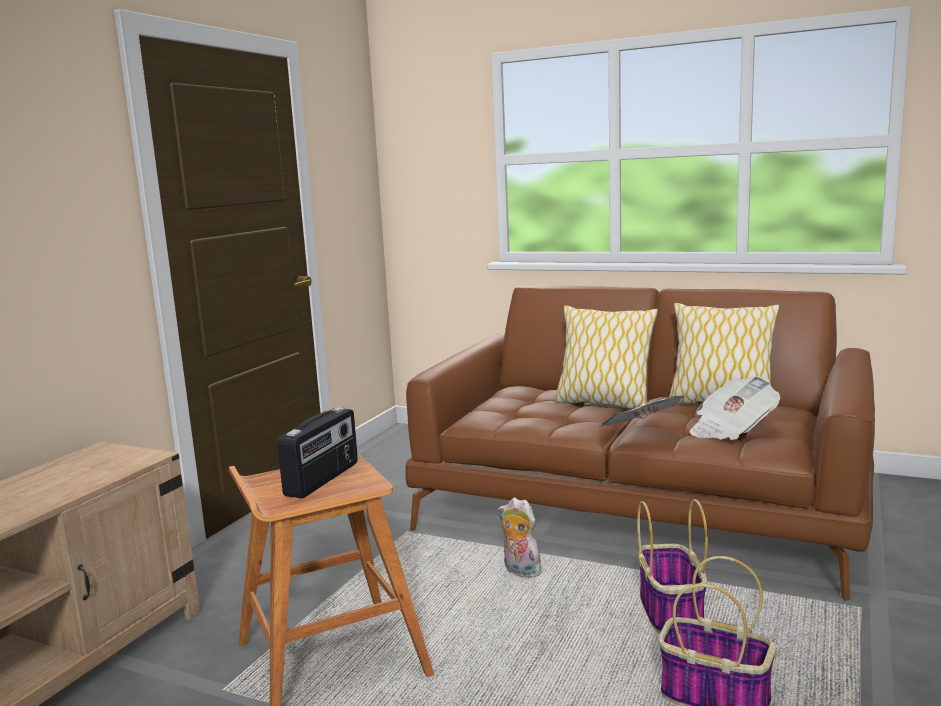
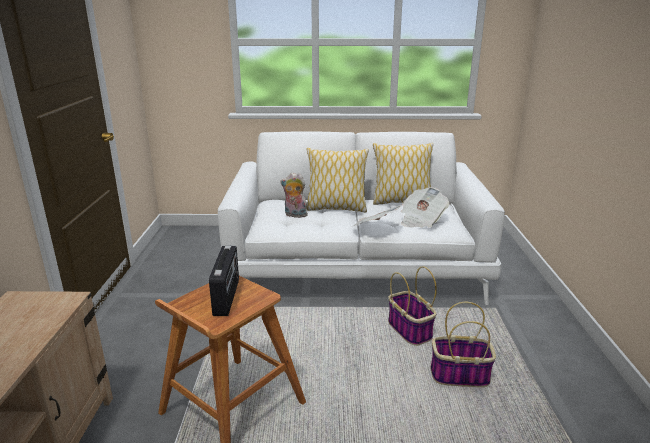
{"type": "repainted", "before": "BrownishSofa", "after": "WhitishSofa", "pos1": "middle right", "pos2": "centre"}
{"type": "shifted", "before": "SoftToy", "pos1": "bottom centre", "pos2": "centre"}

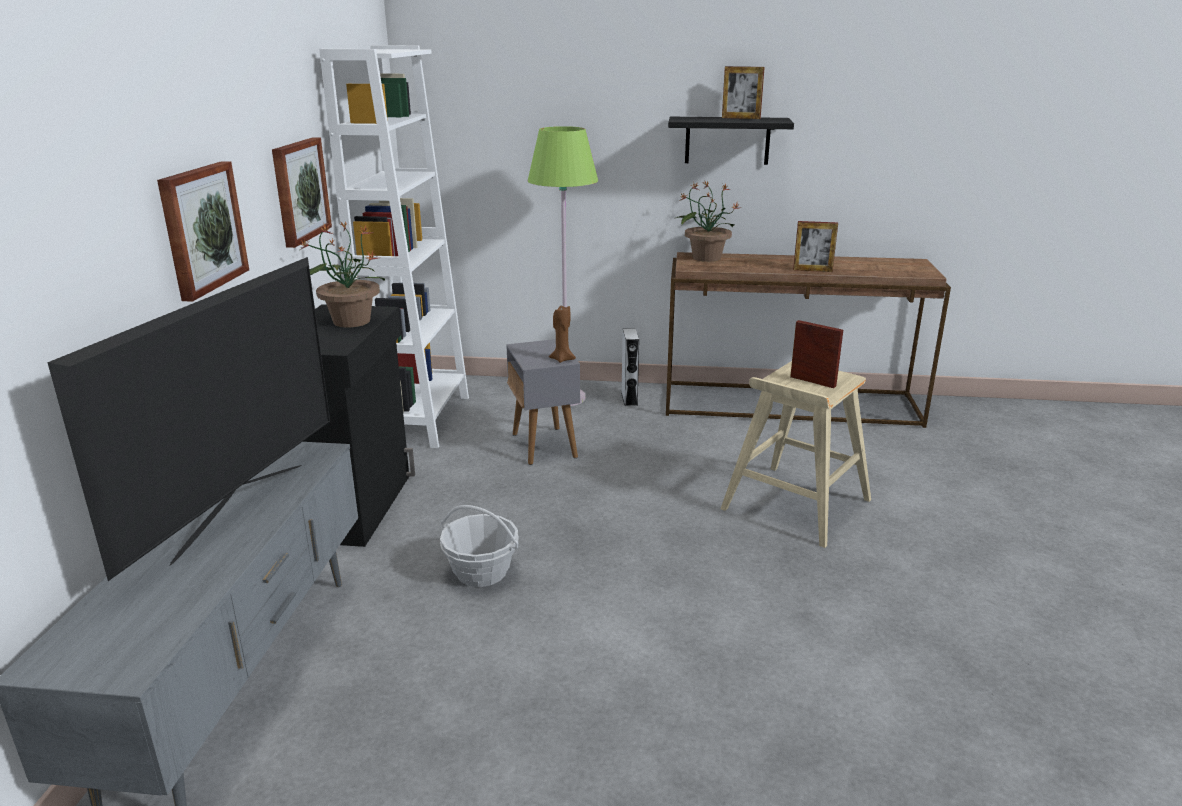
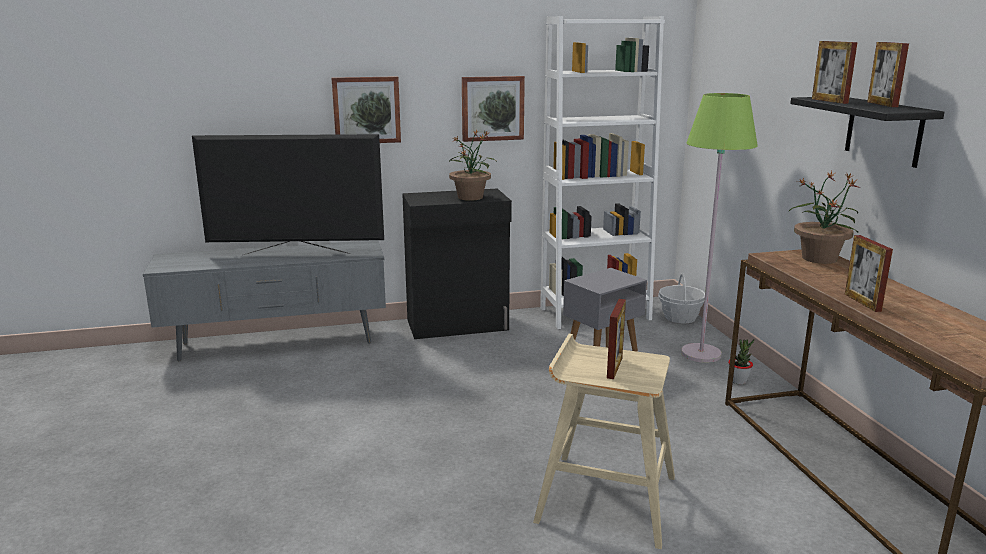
{"type": "gone", "before": "BrownishCandle", "pos1": "centre"}
{"type": "swapped", "before": "GrayAudioSpeaker", "after": "PlantInAPot (no. 2 from left)", "pos1": "centre", "pos2": "middle right"}
{"type": "shifted", "before": "HouseholdBasket", "pos1": "bottom centre", "pos2": "middle right"}
{"type": "new", "after": "PhotoFrame (no. 2 from left)", "pos2": "top right"}

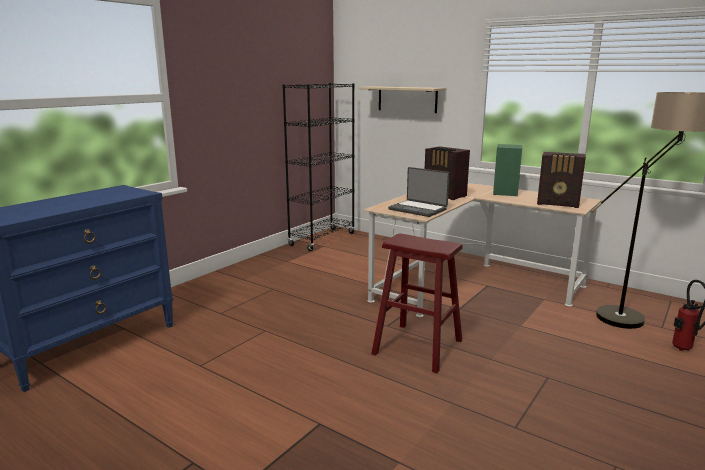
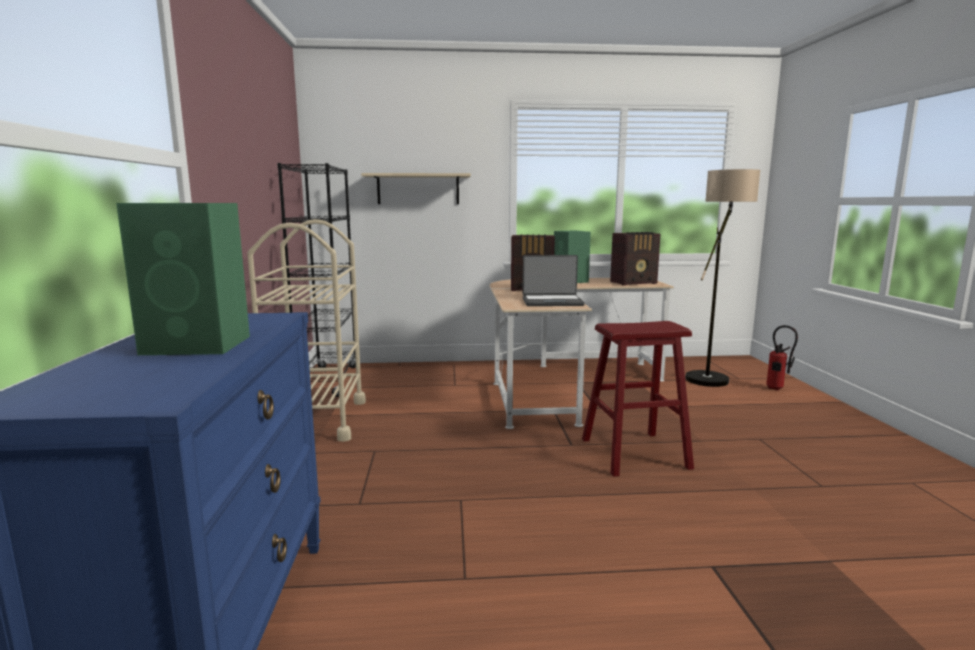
{"type": "new", "after": "GreenishAudioSpeaker (no. 1 from left)", "pos2": "middle left"}
{"type": "new", "after": "SandColouredCart", "pos2": "middle left"}

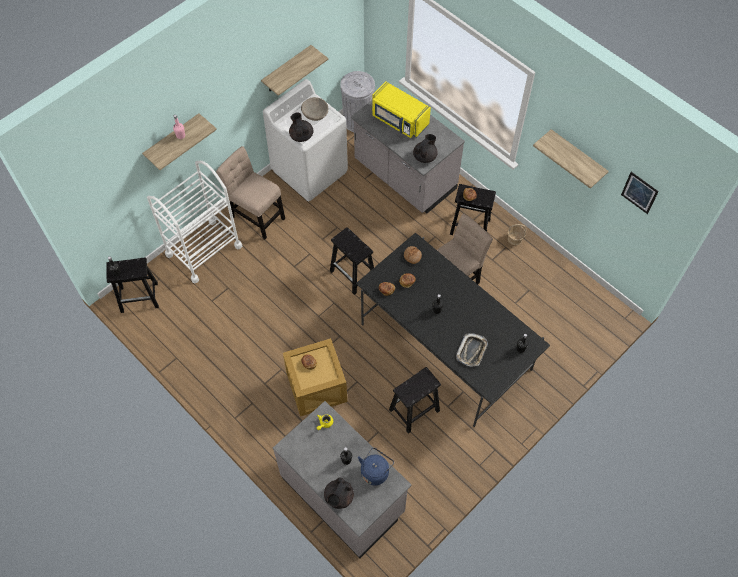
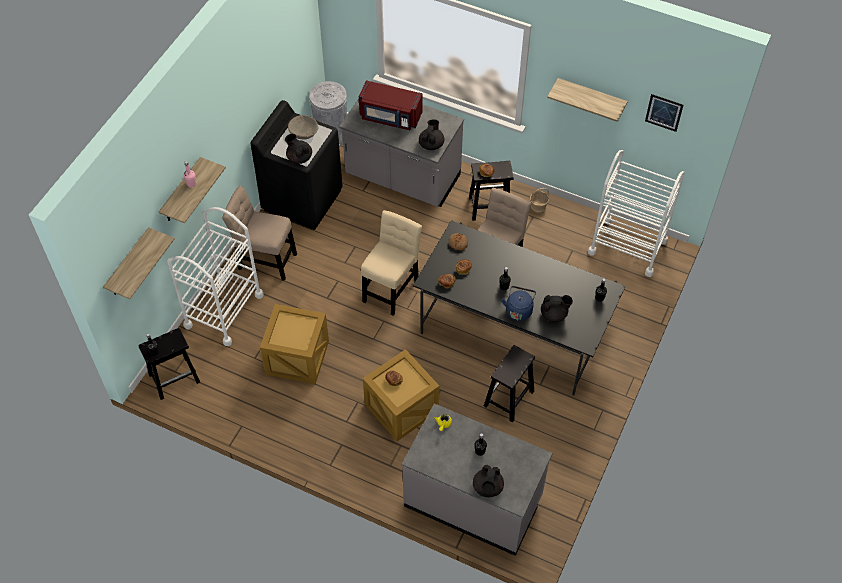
{"type": "shifted", "before": "BracketShelf (no. 2 from left in the first image)", "after": "BracketShelf (no. 1 from left)", "pos1": "top centre", "pos2": "middle left"}
{"type": "repainted", "before": "WhitishLaundryAppliance", "after": "BlackLaundryAppliance", "pos1": "top centre", "pos2": "top centre"}
{"type": "repainted", "before": "YellowMicrowave", "after": "RedMicrowave", "pos1": "top centre", "pos2": "top centre"}
{"type": "swapped", "before": "BlackSittingStool (no. 2 from left)", "after": "SandColouredChair (no. 2 from left)", "pos1": "centre", "pos2": "centre"}
{"type": "swapped", "before": "CarryingTray", "after": "BlackTeapot (no. 4 from left)", "pos1": "centre", "pos2": "centre"}
{"type": "shifted", "before": "BlueKettle", "pos1": "bottom centre", "pos2": "centre"}
{"type": "new", "after": "WhitishCart (no. 2 from left)", "pos2": "middle right"}
{"type": "new", "after": "PackingCrate (no. 1 from left)", "pos2": "centre"}

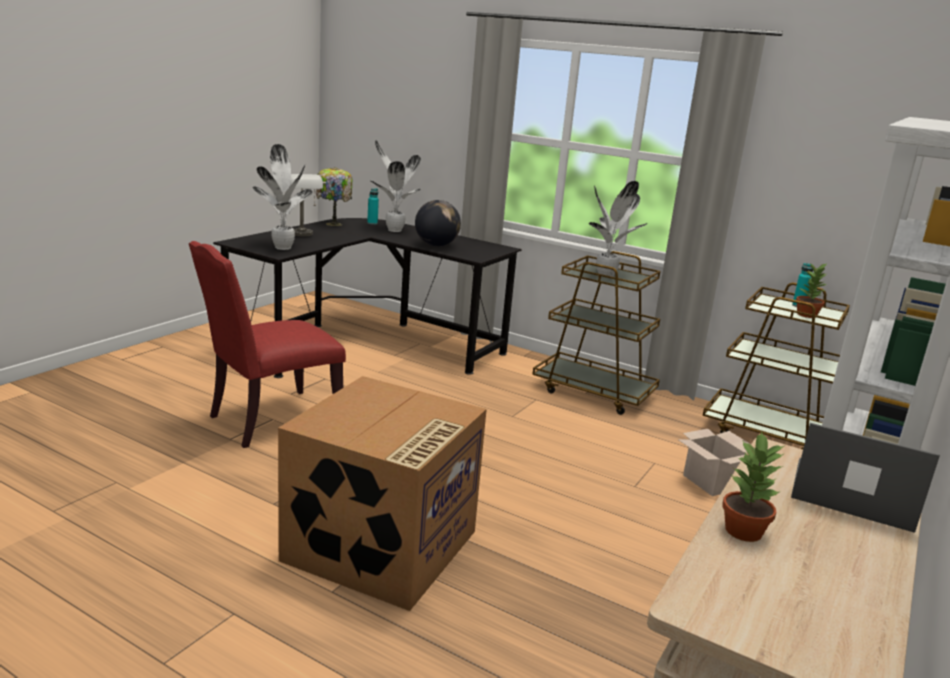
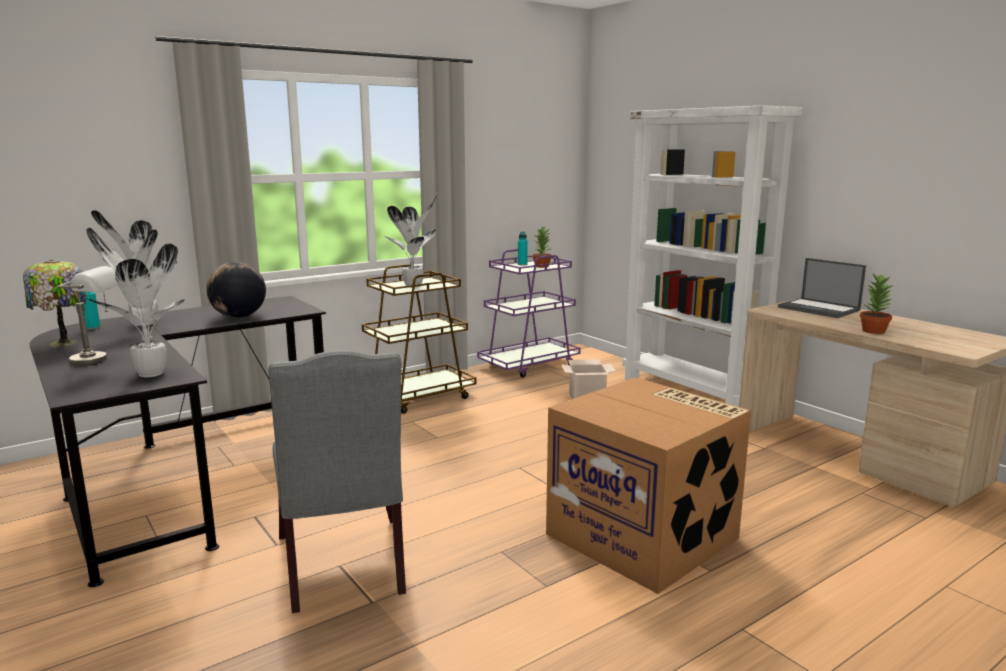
{"type": "repainted", "before": "RedChair", "after": "GrayChair", "pos1": "middle left", "pos2": "bottom centre"}
{"type": "repainted", "before": "BrownishCart (no. 2 from left)", "after": "PurpleColouredCart", "pos1": "middle right", "pos2": "centre"}
{"type": "rotated", "before": "Laptop", "pos1": "bottom right", "pos2": "middle right", "turn": -90}

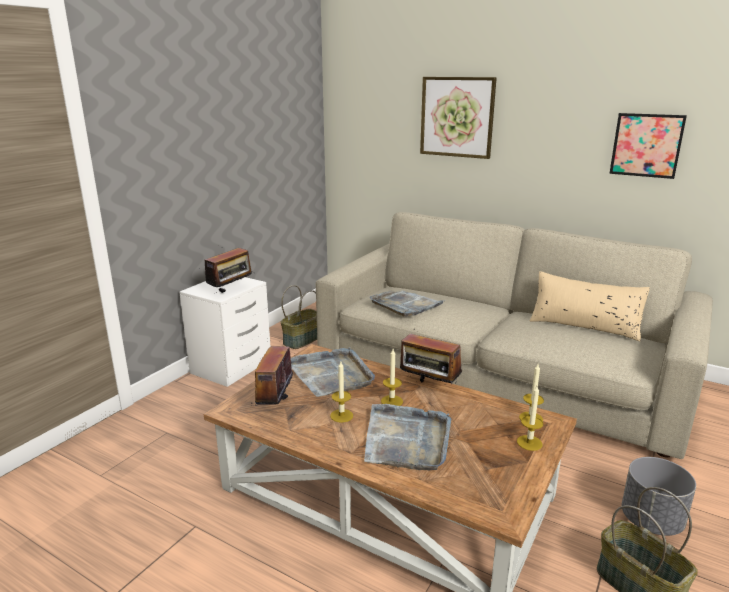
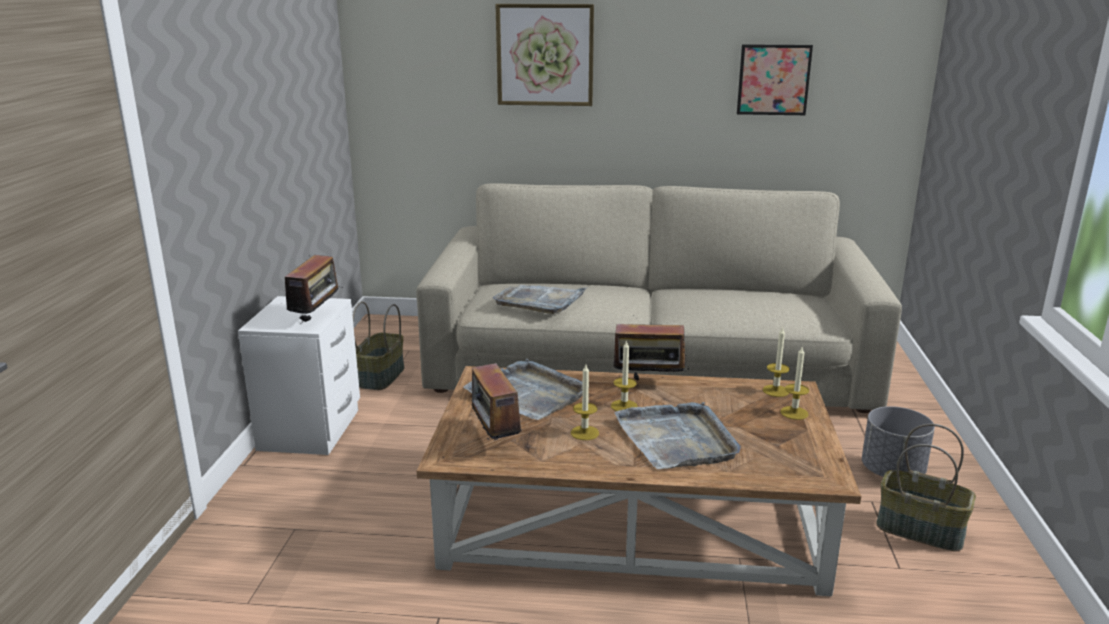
{"type": "gone", "before": "SandColouredCushion", "pos1": "middle right"}

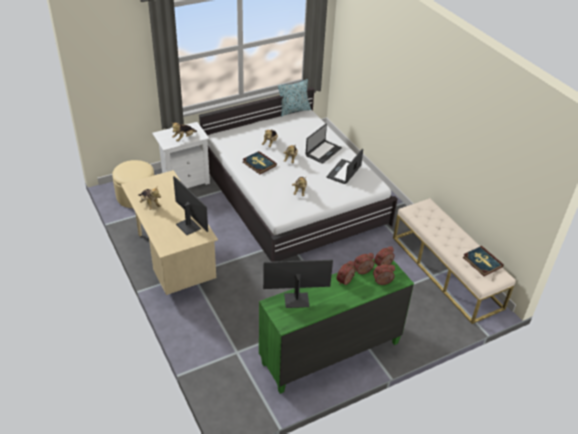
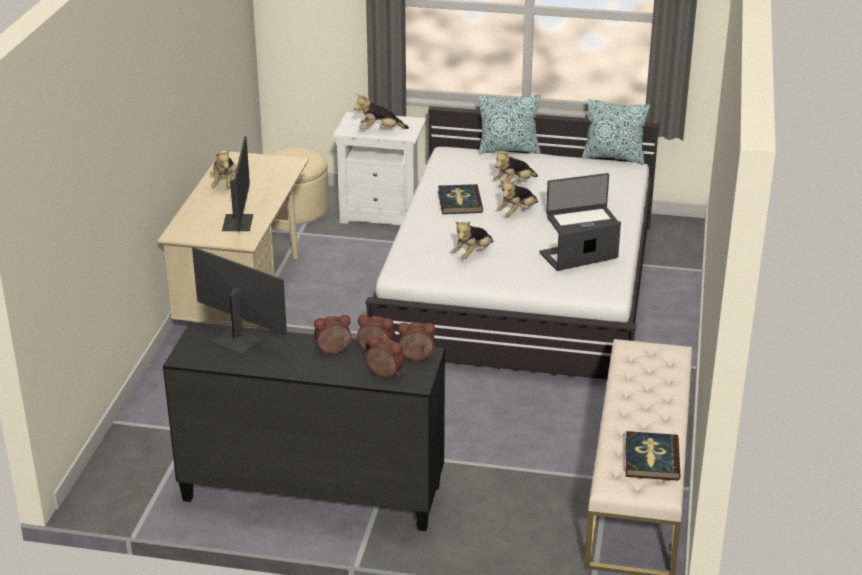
{"type": "repainted", "before": "GreenishDresser", "after": "BlackDresser", "pos1": "bottom centre", "pos2": "bottom centre"}
{"type": "new", "after": "Cushion (no. 1 from left)", "pos2": "top centre"}

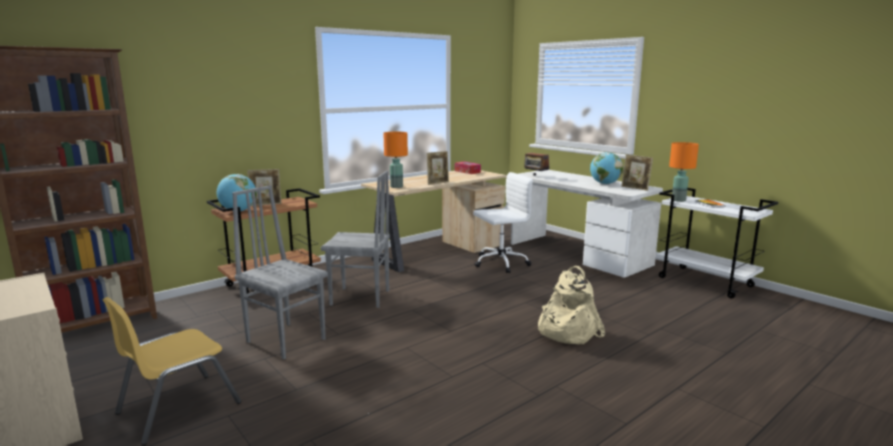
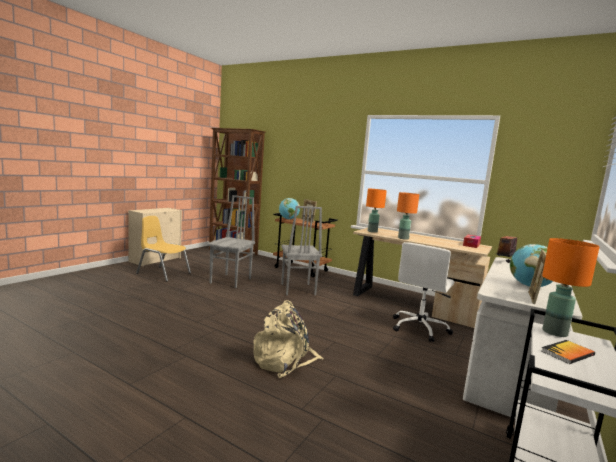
{"type": "swapped", "before": "PhotoFrame (no. 2 from left)", "after": "OrangeyLampForATable (no. 2 from left)", "pos1": "centre", "pos2": "centre"}
{"type": "rotated", "before": "WhitishOfficeChair", "pos1": "centre", "pos2": "middle right", "turn": 75}

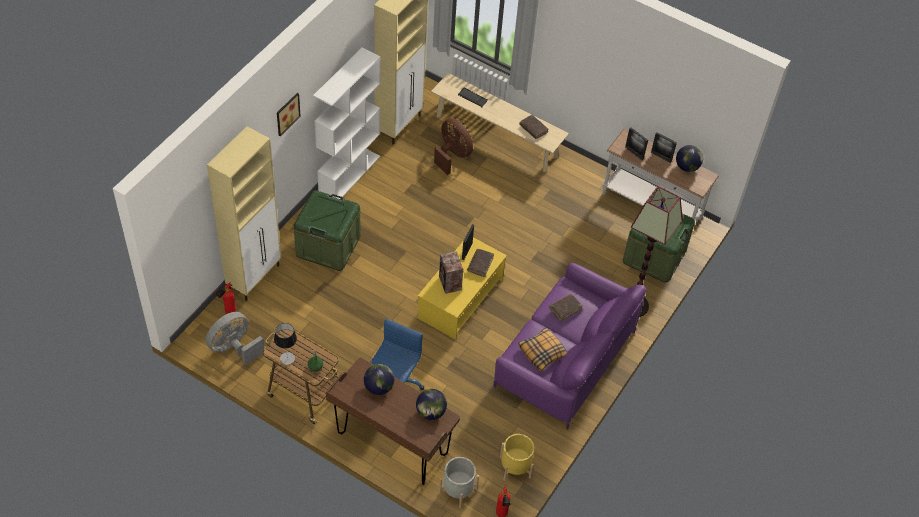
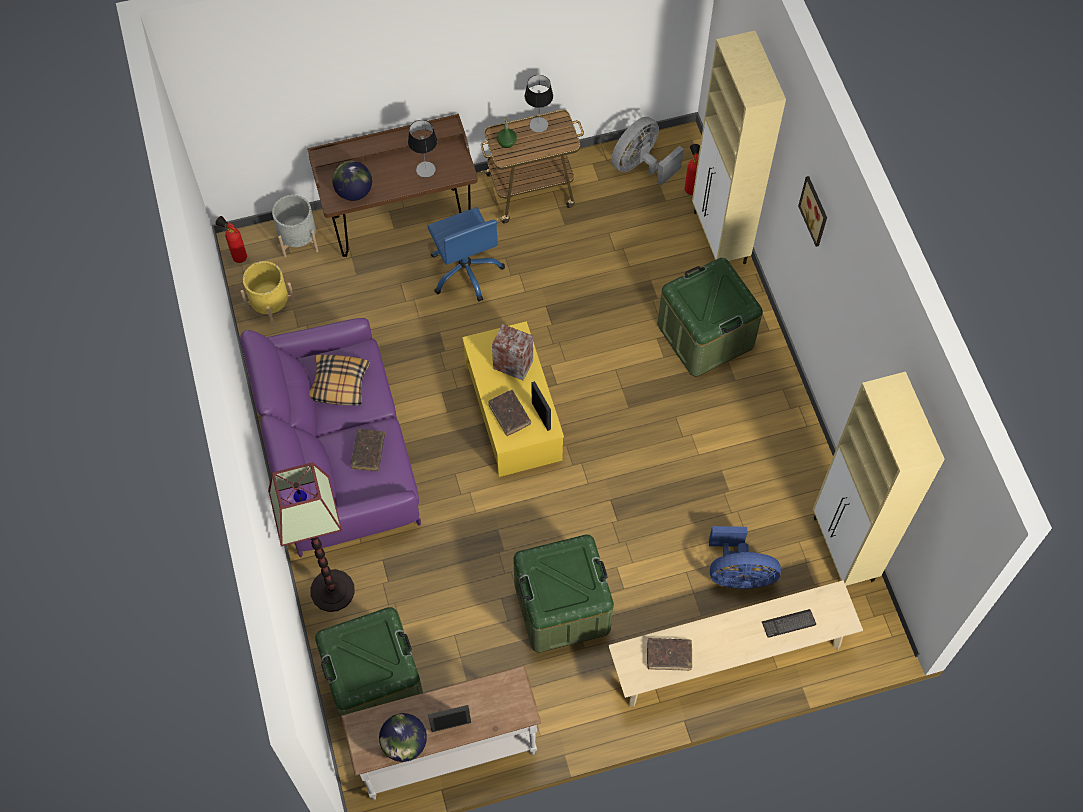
{"type": "gone", "before": "WhitishShelvingUnit", "pos1": "top centre"}
{"type": "repainted", "before": "BrownishFan", "after": "BlueFan", "pos1": "top centre", "pos2": "bottom right"}
{"type": "gone", "before": "PhotoFrame (no. 2 from left)", "pos1": "top right"}
{"type": "rotated", "before": "GrayFan", "pos1": "middle left", "pos2": "top centre", "turn": -135}
{"type": "swapped", "before": "WorldGlobe (no. 1 from left)", "after": "LampForATable (no. 1 from left)", "pos1": "bottom centre", "pos2": "top centre"}
{"type": "new", "after": "GreenishStorageContainer (no. 2 from left)", "pos2": "bottom centre"}

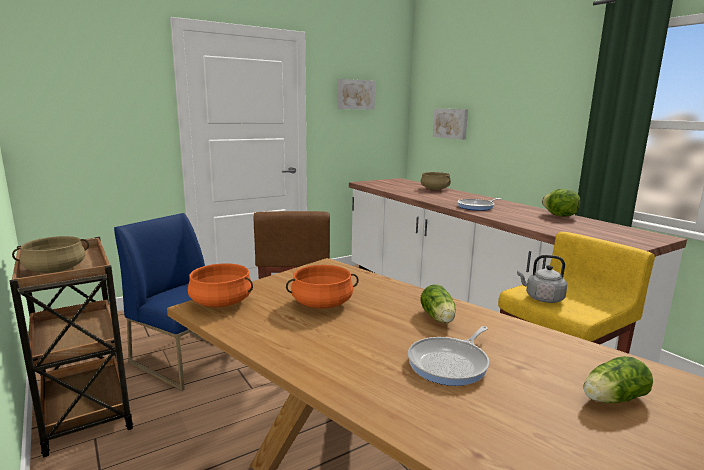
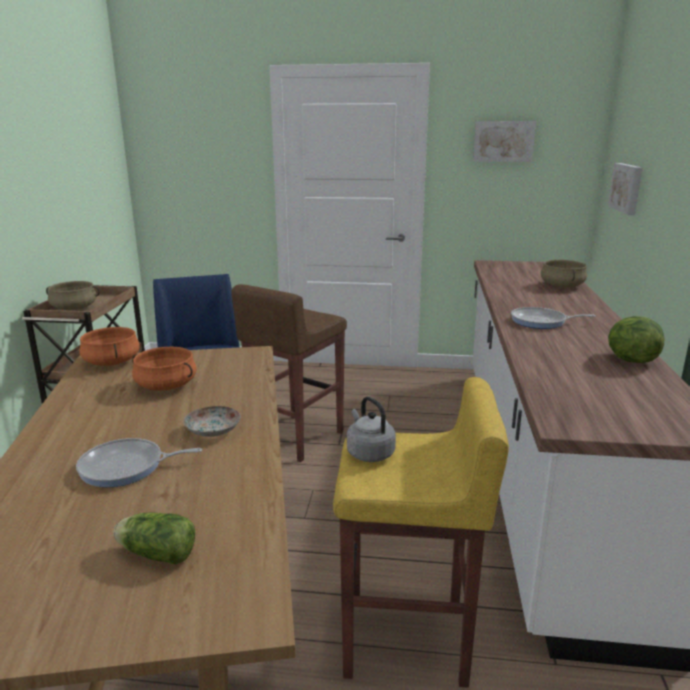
{"type": "swapped", "before": "Lettuce (no. 1 from left)", "after": "FlatDish", "pos1": "centre", "pos2": "middle left"}

